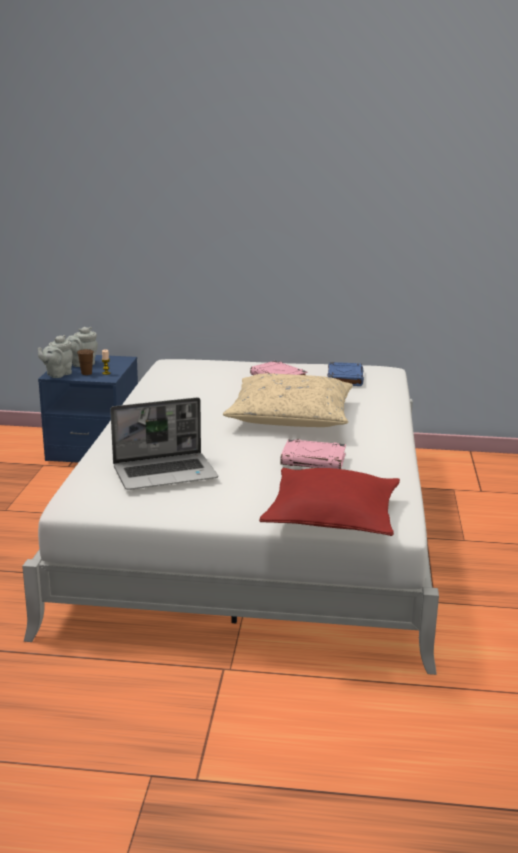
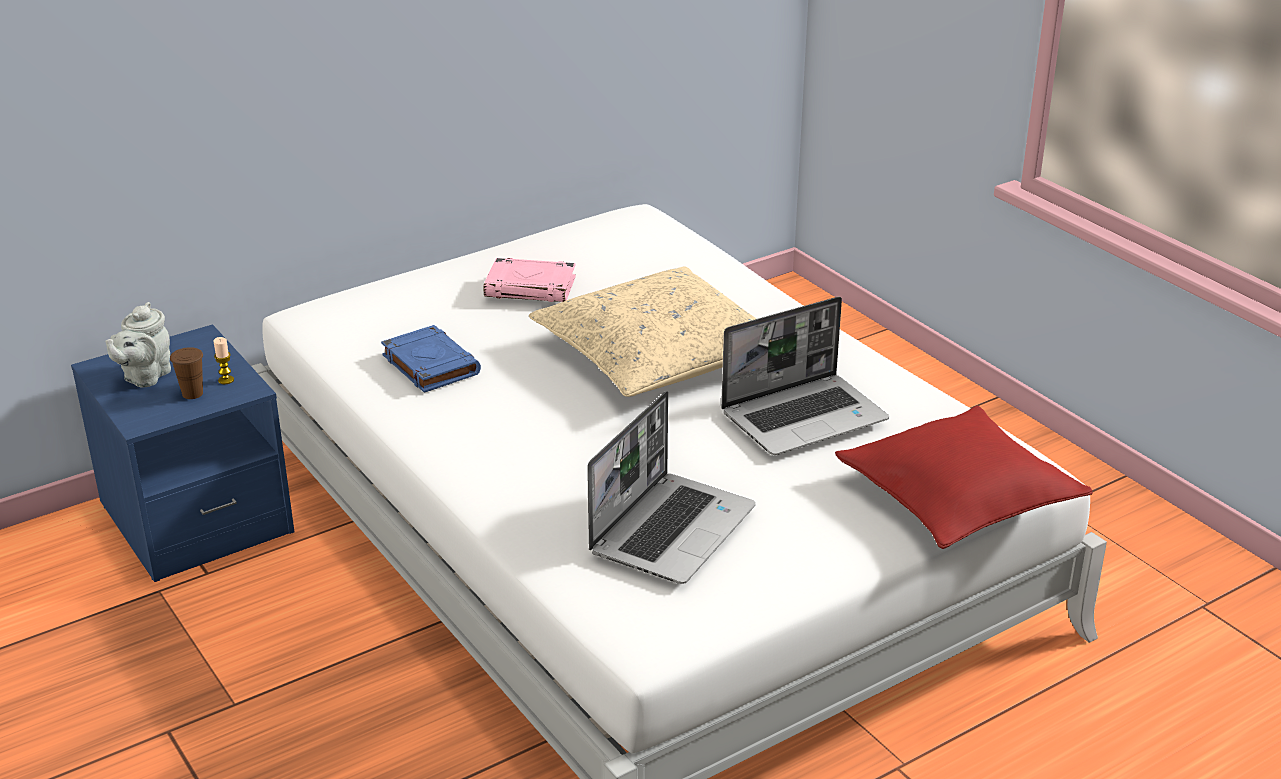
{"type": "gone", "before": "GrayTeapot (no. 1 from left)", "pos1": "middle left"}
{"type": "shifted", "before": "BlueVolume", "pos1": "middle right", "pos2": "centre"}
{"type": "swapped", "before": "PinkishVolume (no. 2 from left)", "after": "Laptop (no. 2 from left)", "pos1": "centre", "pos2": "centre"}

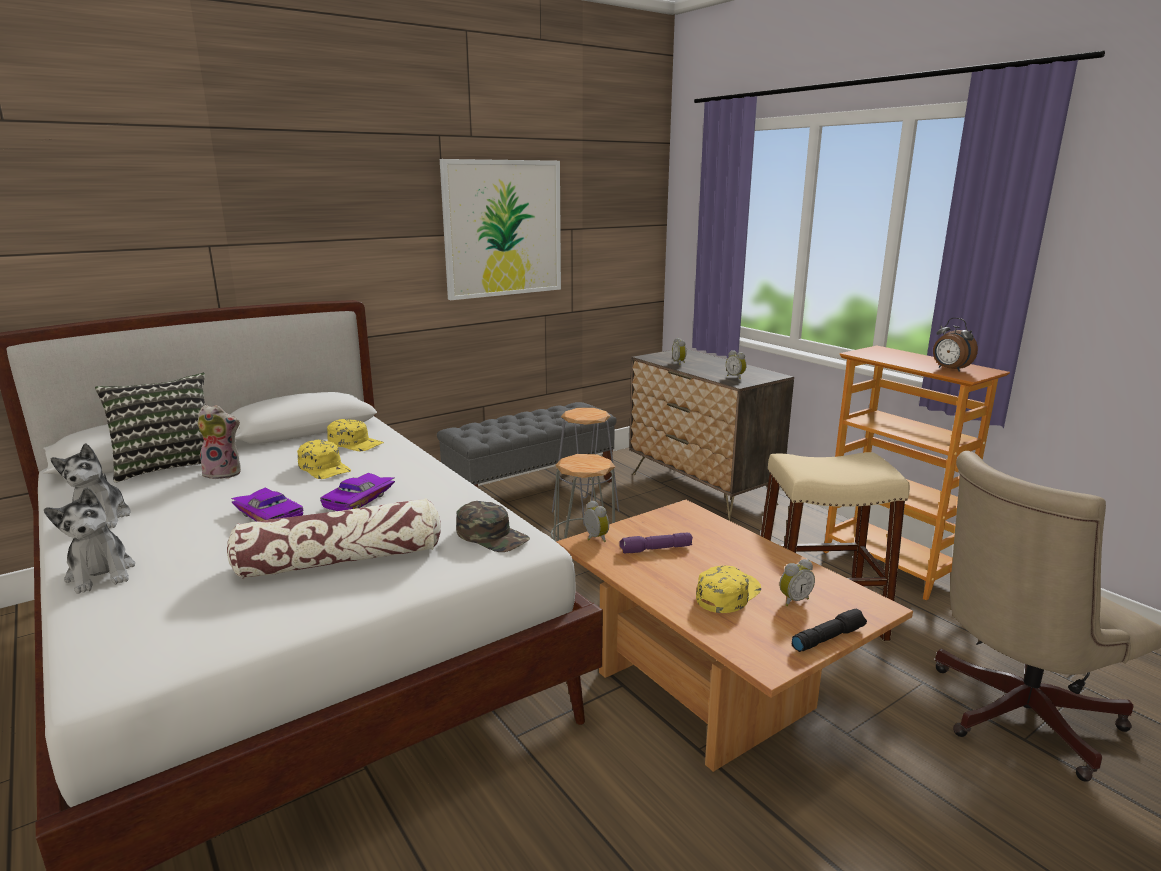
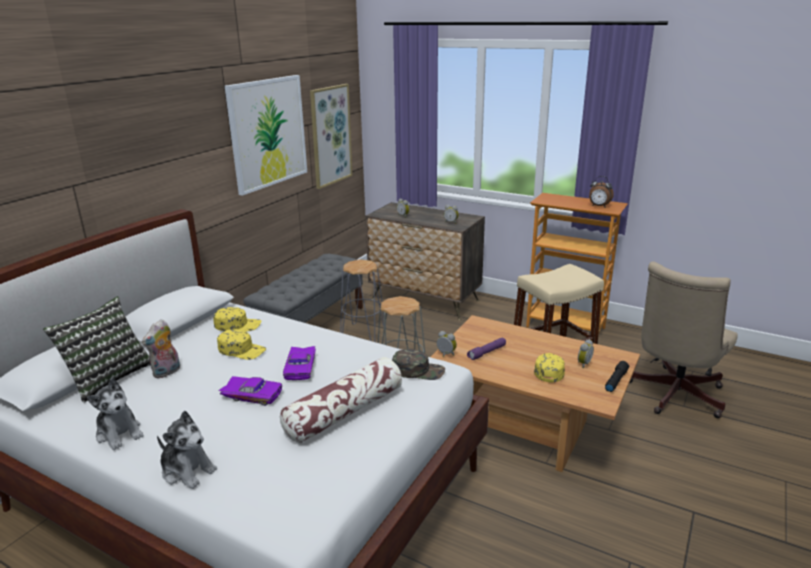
{"type": "rotated", "before": "SoftToy (no. 3 from left in the first image)", "pos1": "middle left", "pos2": "middle left", "turn": 150}
{"type": "new", "after": "WallPicture (no. 2 from left)", "pos2": "top centre"}

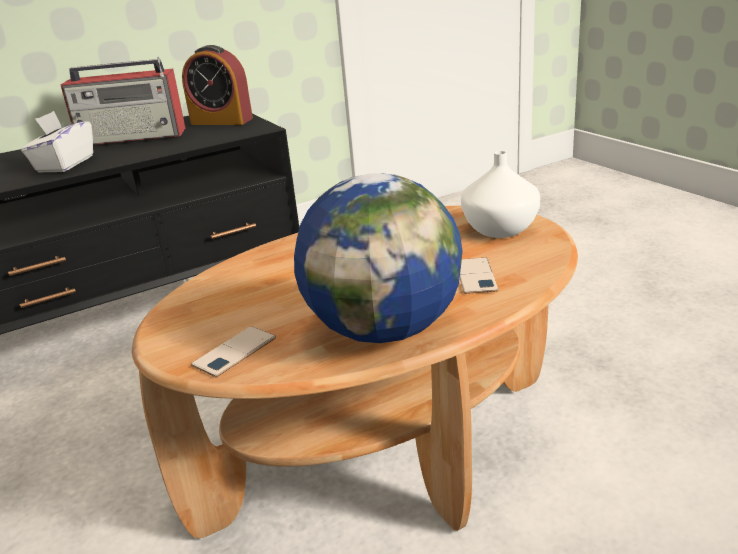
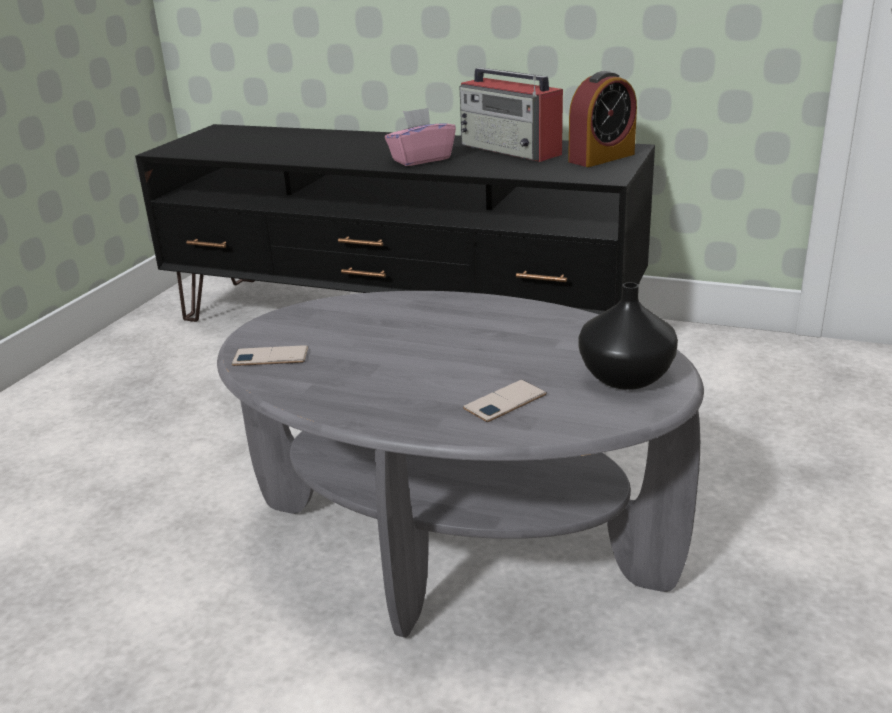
{"type": "rotated", "before": "AlarmClock", "pos1": "top left", "pos2": "top right", "turn": -105}
{"type": "repainted", "before": "WhitishTissueHolder", "after": "PinkishTissueHolder", "pos1": "top left", "pos2": "top centre"}
{"type": "repainted", "before": "WhitishDecorativeVase", "after": "BlackDecorativeVase", "pos1": "middle right", "pos2": "middle right"}
{"type": "gone", "before": "WorldGlobe", "pos1": "centre"}
{"type": "repainted", "before": "BrownishLowTable", "after": "GrayLowTable", "pos1": "bottom centre", "pos2": "centre"}

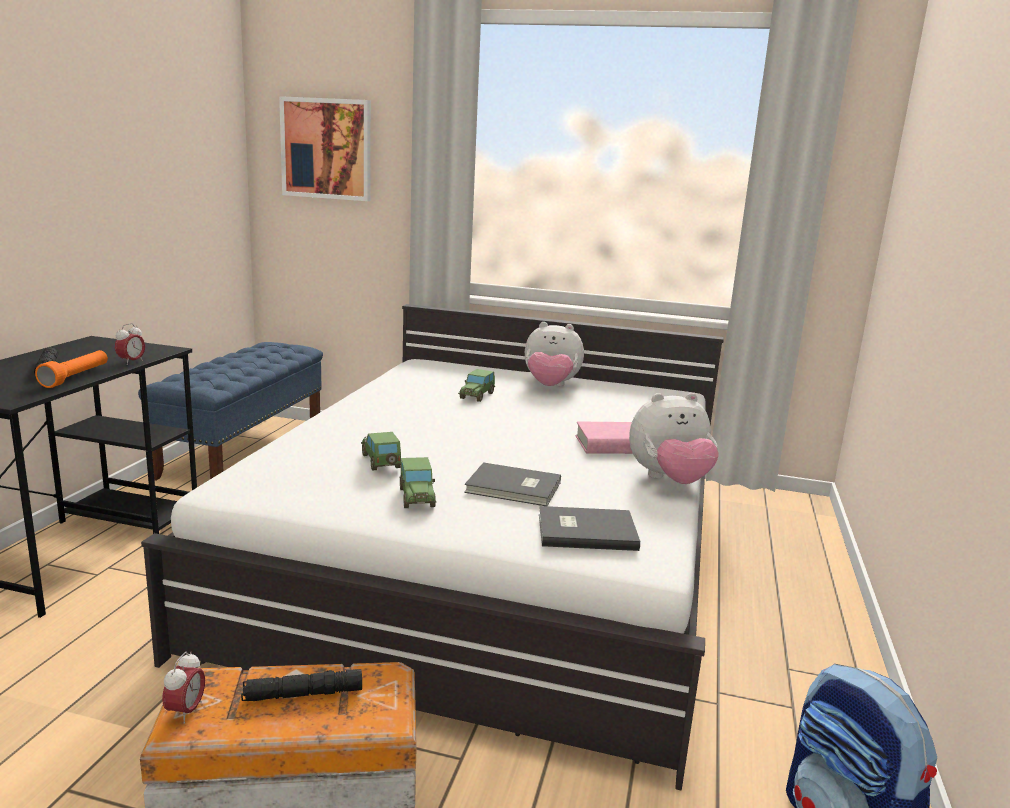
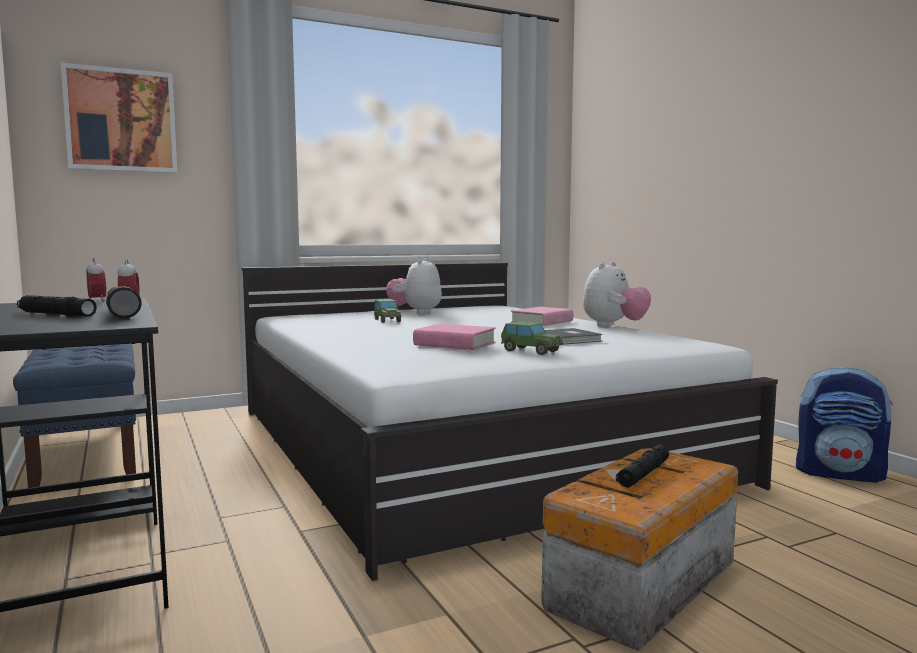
{"type": "rotated", "before": "SoftToy (no. 1 from left)", "pos1": "centre", "pos2": "centre", "turn": 135}
{"type": "repainted", "before": "OrangeyTorch", "after": "BlackTorch (no. 2 from left)", "pos1": "middle left", "pos2": "middle left"}
{"type": "swapped", "before": "MiniatureCar (no. 1 from left)", "after": "PinkishVolume (no. 1 from left)", "pos1": "centre", "pos2": "centre"}
{"type": "gone", "before": "GrayVolume (no. 2 from left)", "pos1": "centre"}
{"type": "shifted", "before": "AlarmClock (no. 2 from left in the first image)", "after": "AlarmClock (no. 1 from left)", "pos1": "bottom left", "pos2": "middle left"}

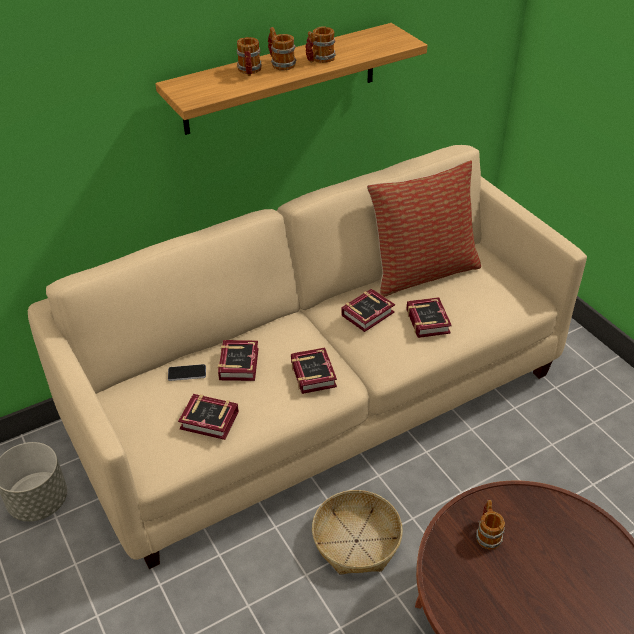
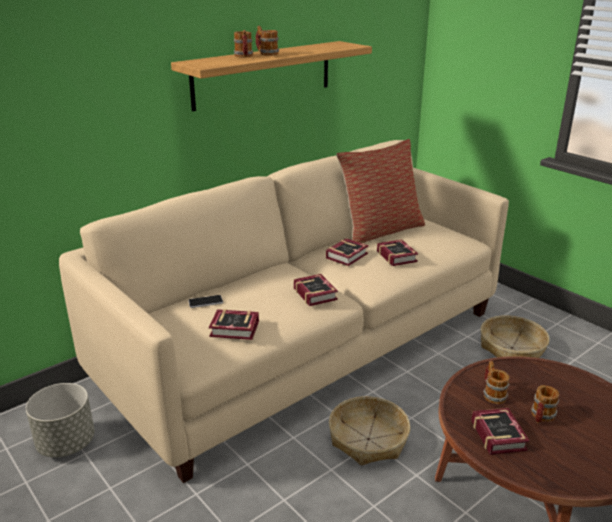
{"type": "shifted", "before": "CoffeeMug (no. 3 from left in the first image)", "after": "CoffeeMug (no. 4 from left)", "pos1": "top centre", "pos2": "bottom right"}
{"type": "shifted", "before": "Volume (no. 2 from left in the first image)", "after": "Volume (no. 5 from left)", "pos1": "centre", "pos2": "bottom right"}
{"type": "new", "after": "HouseholdBasket (no. 2 from left)", "pos2": "middle right"}

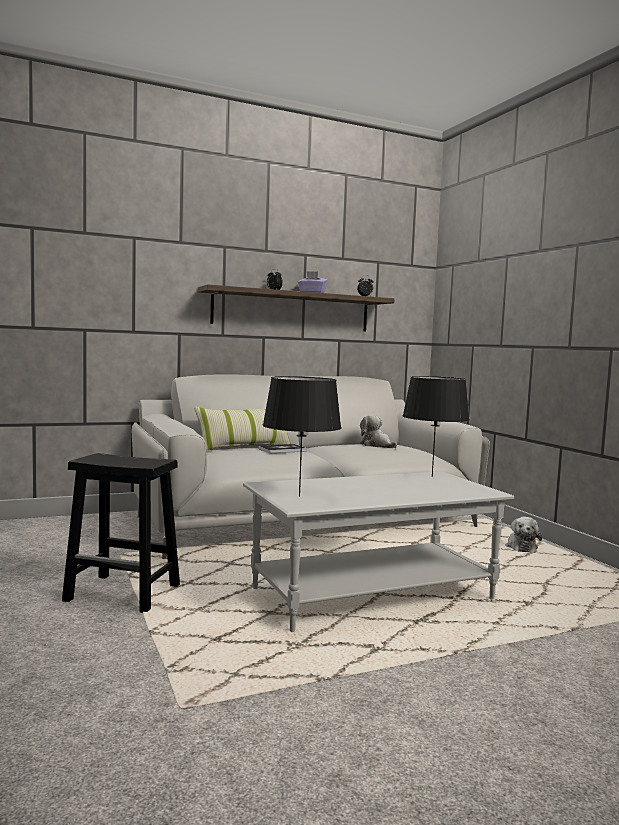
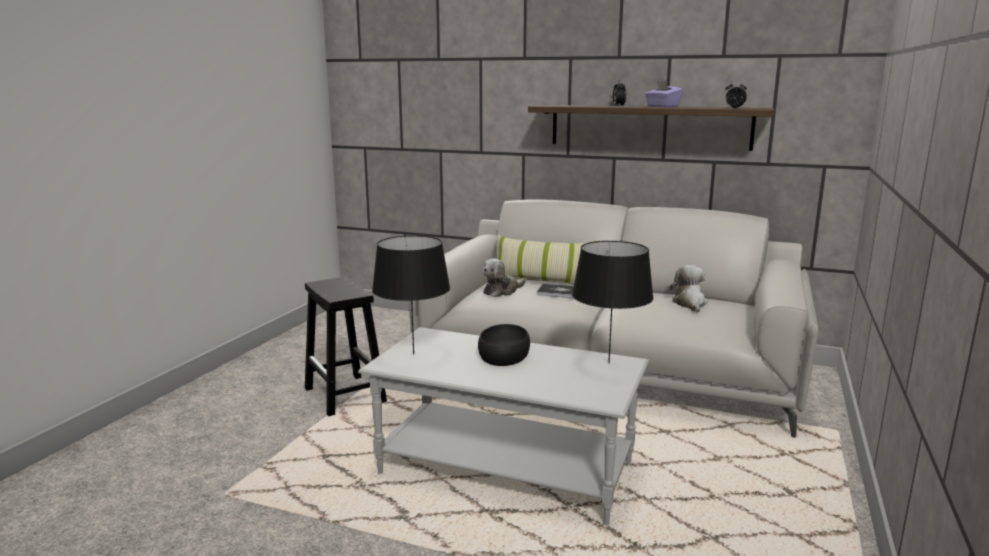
{"type": "shifted", "before": "SoftToy (no. 2 from left in the first image)", "after": "SoftToy (no. 1 from left)", "pos1": "middle right", "pos2": "centre"}
{"type": "new", "after": "BlackDeepDish", "pos2": "centre"}

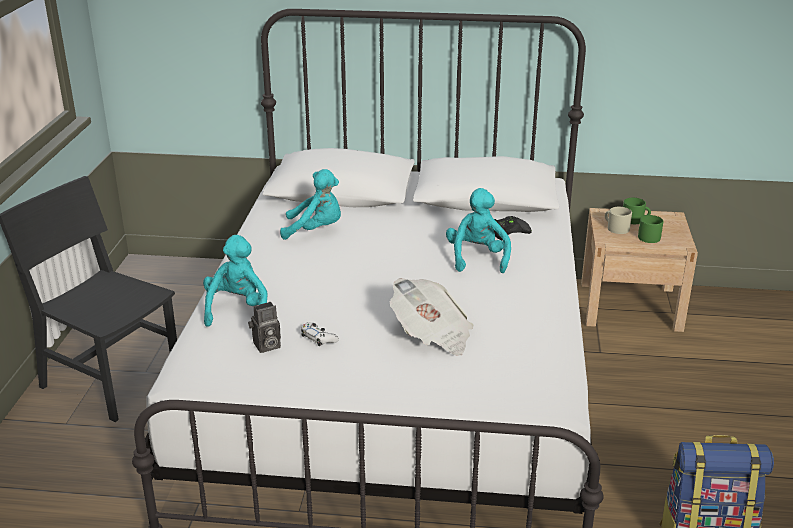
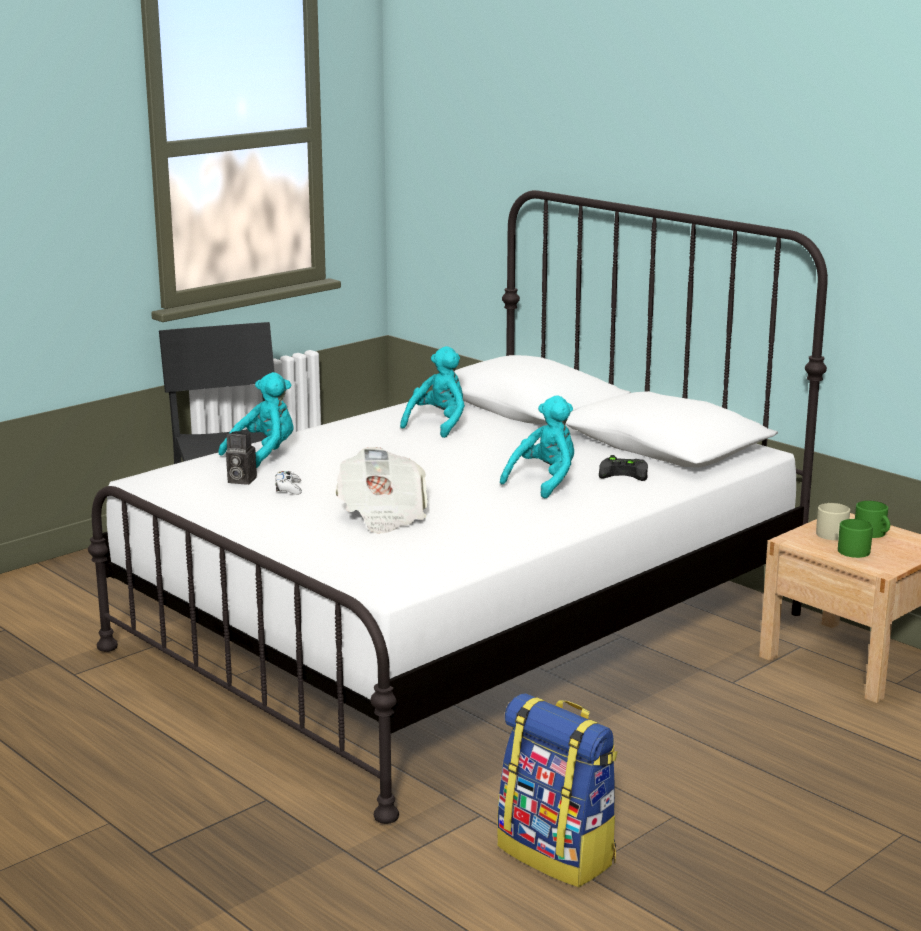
{"type": "rotated", "before": "TurquoiseColouredSoftToy (no. 2 from left)", "pos1": "centre", "pos2": "centre", "turn": -105}

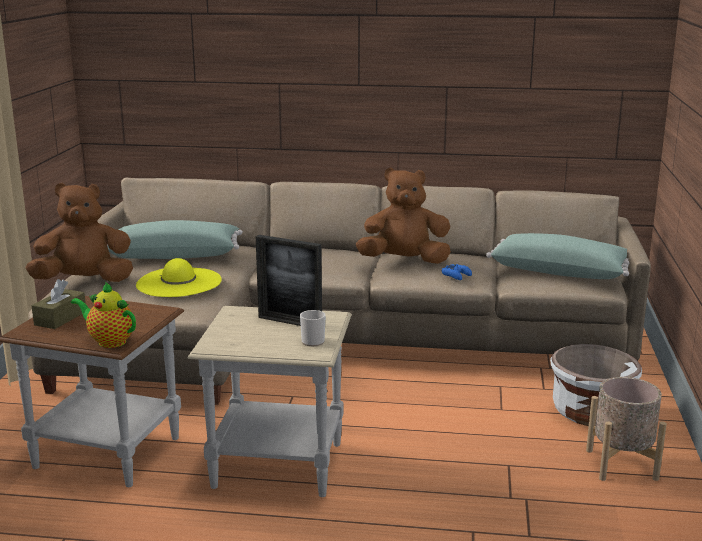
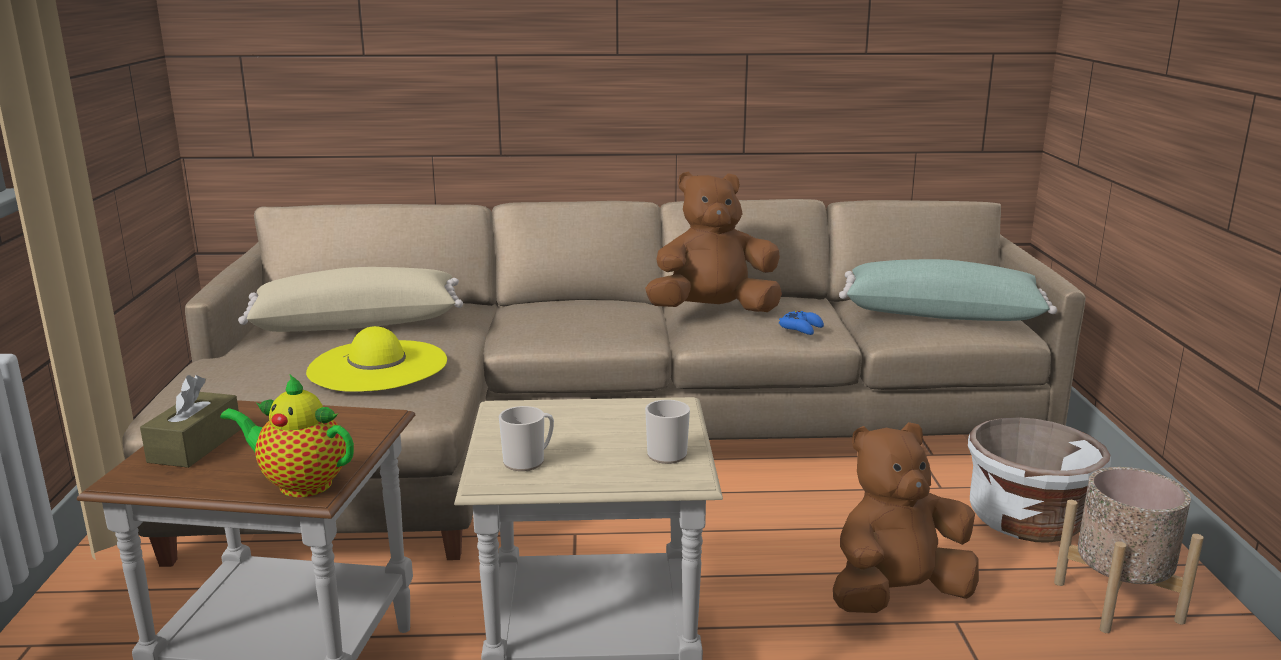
{"type": "shifted", "before": "BrownishSoftToy (no. 1 from left in the first image)", "after": "BrownishSoftToy (no. 2 from left)", "pos1": "middle left", "pos2": "bottom right"}
{"type": "repainted", "before": "GreenishCushion (no. 1 from left)", "after": "SandColouredCushion", "pos1": "middle left", "pos2": "middle left"}
{"type": "gone", "before": "PhotoFrame", "pos1": "centre"}
{"type": "new", "after": "CoffeeMug (no. 1 from left)", "pos2": "centre"}

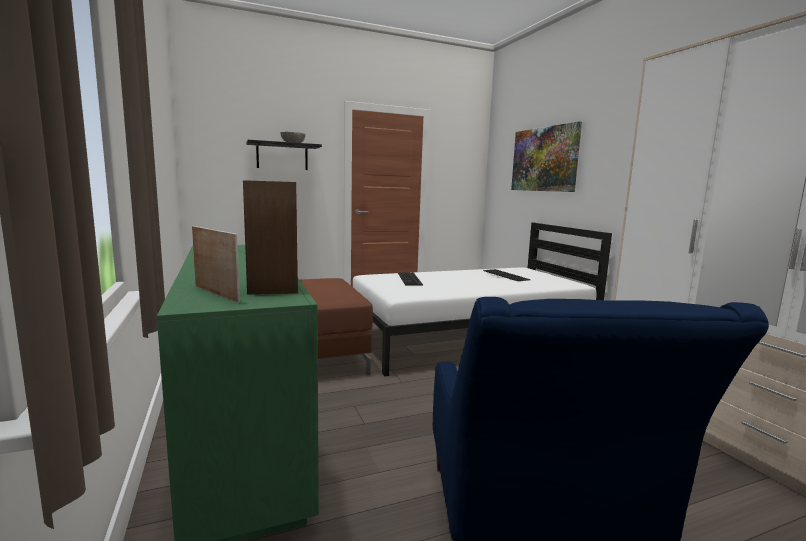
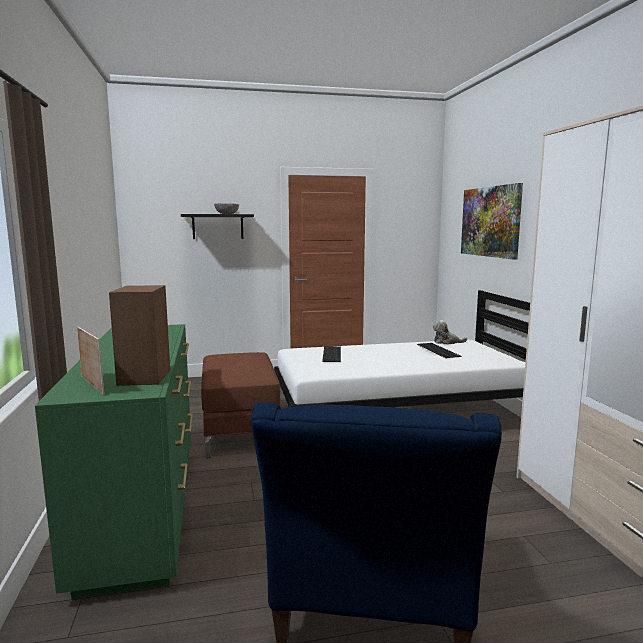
{"type": "new", "after": "SoftToy", "pos2": "middle right"}

